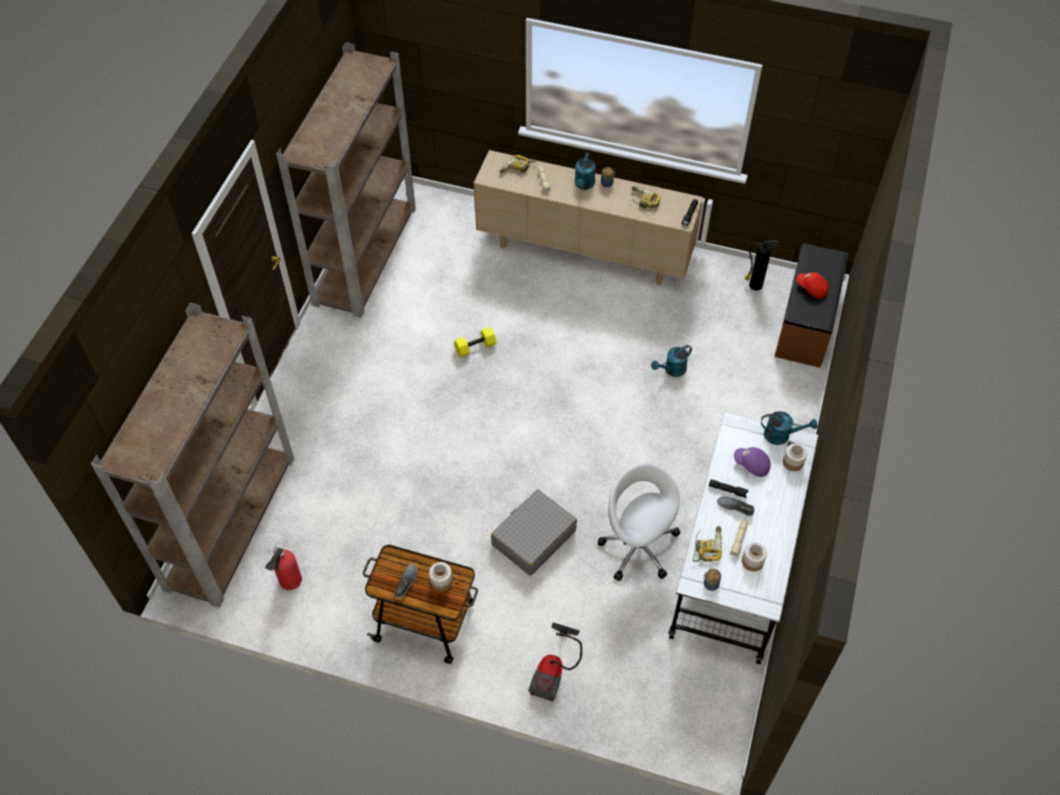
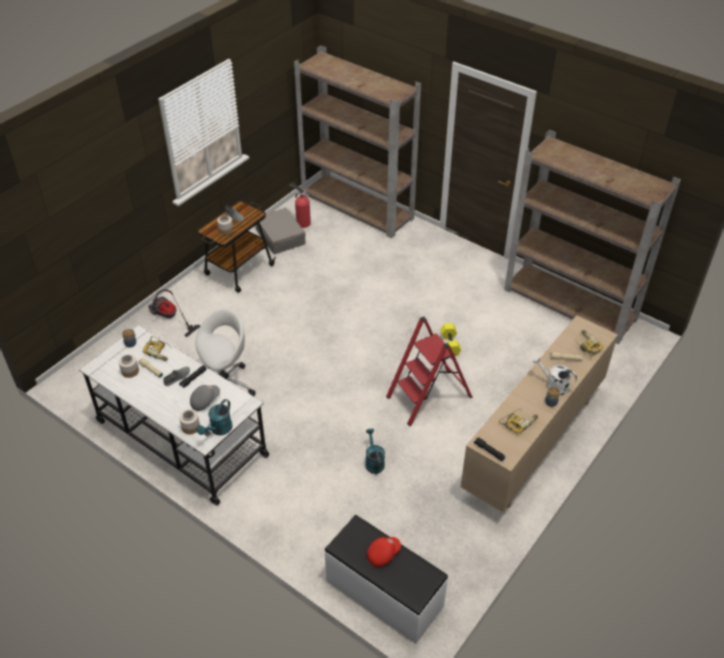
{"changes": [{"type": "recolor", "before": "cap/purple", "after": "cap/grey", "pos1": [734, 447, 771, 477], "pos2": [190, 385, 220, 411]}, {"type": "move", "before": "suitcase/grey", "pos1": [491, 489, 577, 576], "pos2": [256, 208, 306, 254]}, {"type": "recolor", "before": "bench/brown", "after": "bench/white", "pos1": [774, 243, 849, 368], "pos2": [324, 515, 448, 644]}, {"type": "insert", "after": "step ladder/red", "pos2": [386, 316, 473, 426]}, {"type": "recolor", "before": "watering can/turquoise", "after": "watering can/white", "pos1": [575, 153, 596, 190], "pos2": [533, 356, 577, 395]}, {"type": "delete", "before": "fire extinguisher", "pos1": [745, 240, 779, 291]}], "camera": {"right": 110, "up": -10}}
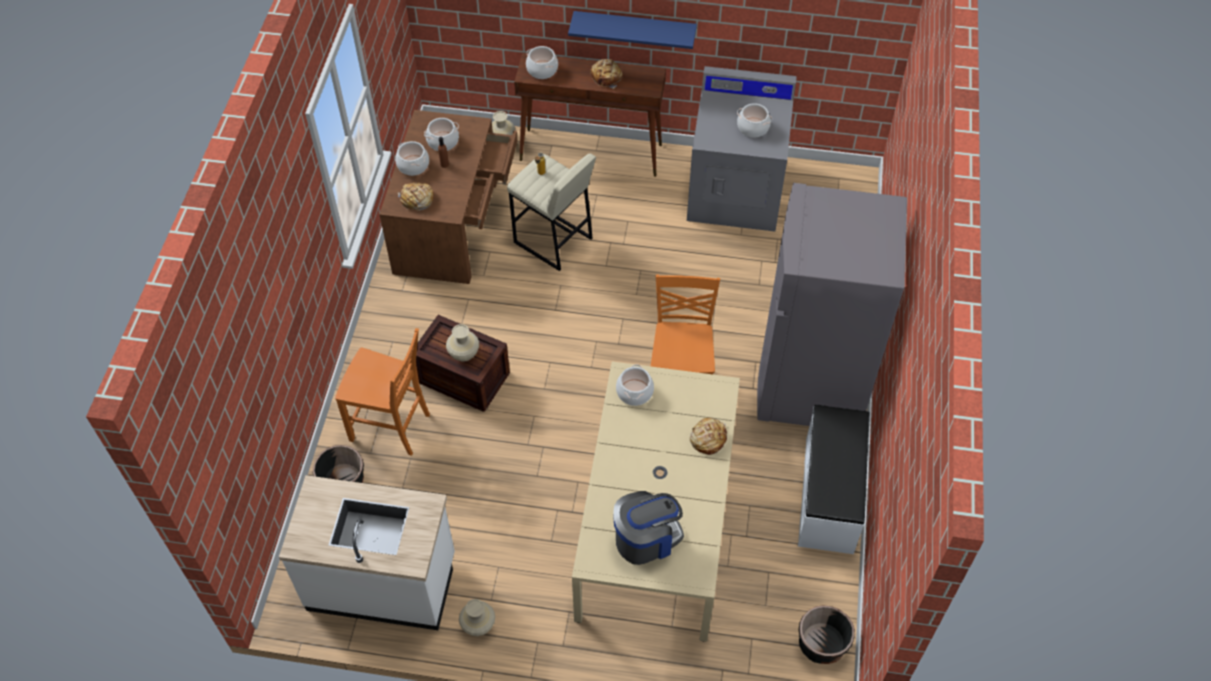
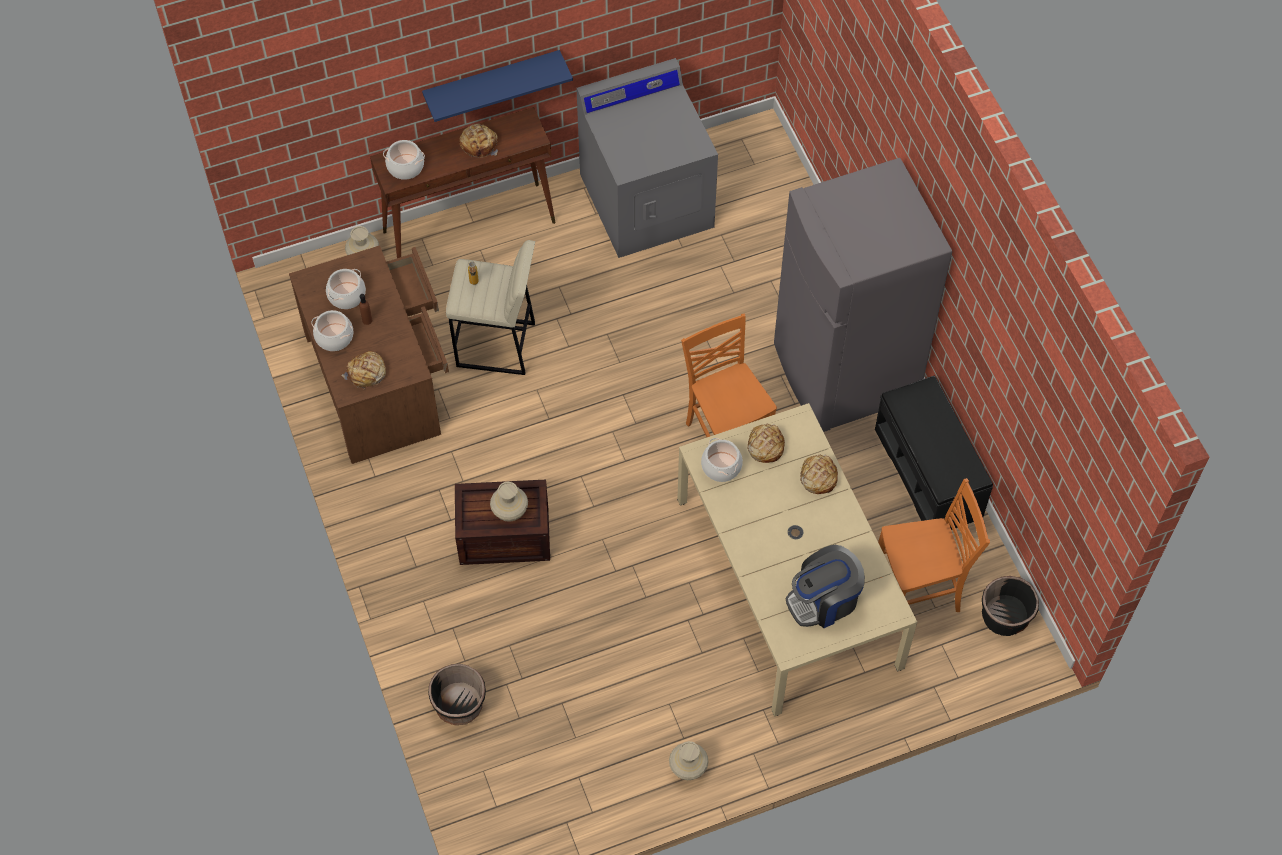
{"changes": [{"type": "insert", "after": "bread", "pos2": [747, 424, 785, 463]}, {"type": "rotate", "before": "coffee machine", "pos1": [613, 491, 684, 565], "pos2": [786, 545, 865, 628], "turn": -150}, {"type": "recolor", "before": "bench/white", "after": "bench/black", "pos1": [798, 405, 870, 554], "pos2": [875, 376, 993, 530]}, {"type": "move", "before": "chair/orange", "pos1": [335, 328, 430, 456], "pos2": [878, 478, 990, 612]}, {"type": "delete", "before": "counter/white", "pos1": [279, 475, 455, 630]}, {"type": "delete", "before": "cooking pot", "pos1": [737, 103, 772, 138]}], "camera": {"right": -30, "up": 5}}
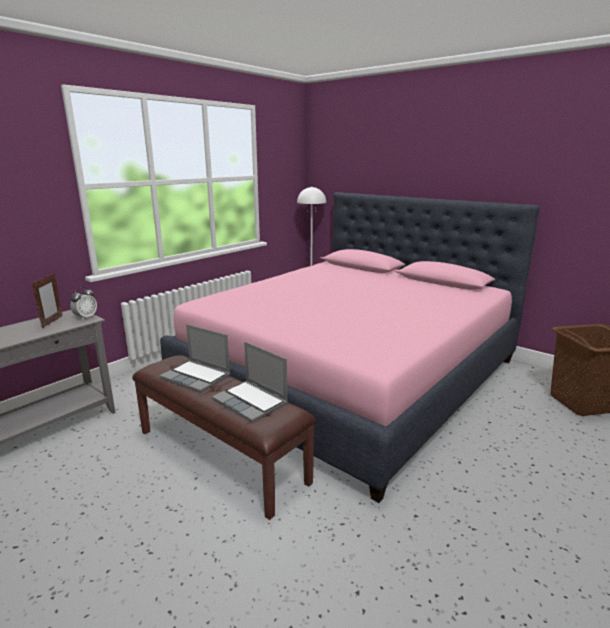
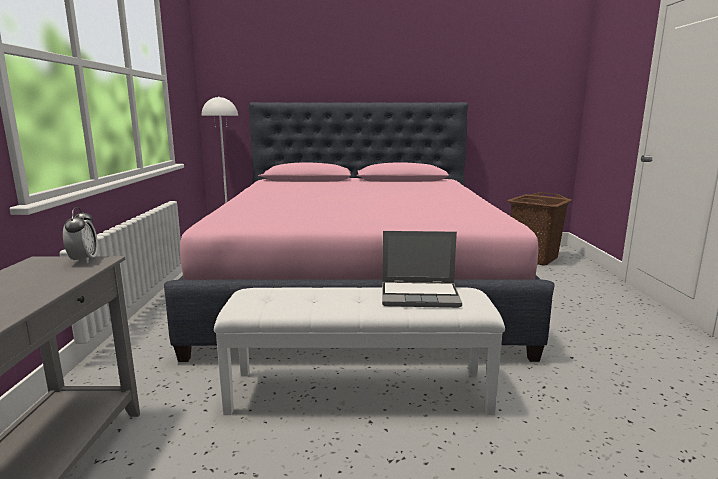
{"changes": [{"type": "recolor", "before": "bench/brown", "after": "bench/white", "pos1": [132, 355, 316, 520], "pos2": [214, 287, 505, 415]}, {"type": "delete", "before": "picture frame", "pos1": [32, 273, 63, 328]}, {"type": "delete", "before": "laptop", "pos1": [160, 324, 230, 393]}], "camera": {"right": -40, "up": -5}}
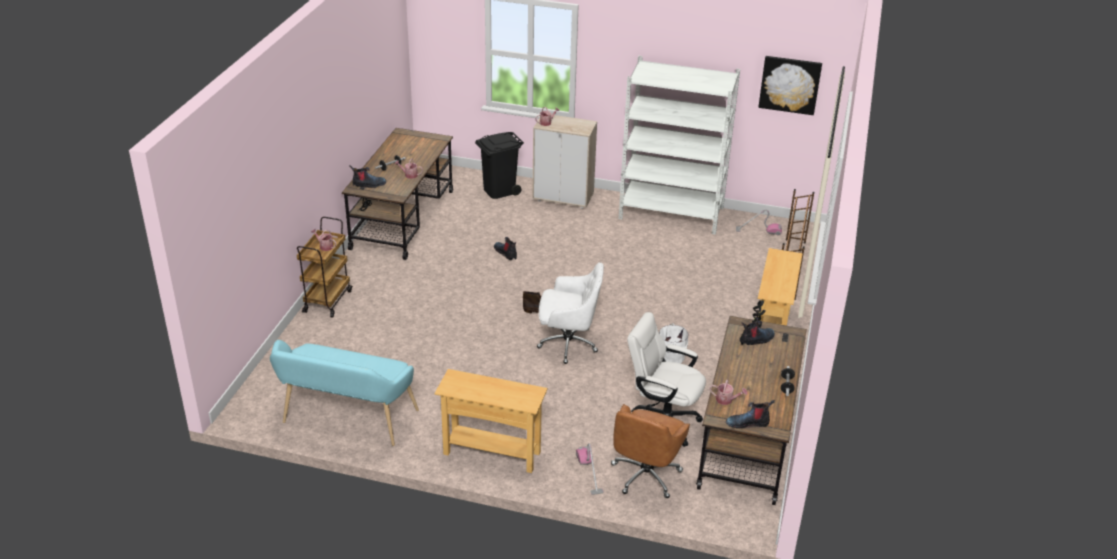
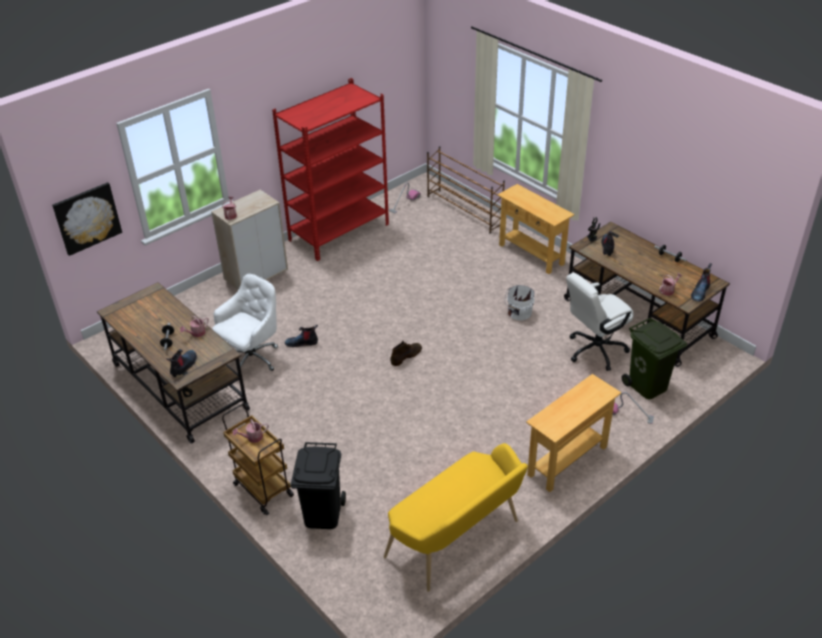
{"changes": [{"type": "move", "before": "picture", "pos1": [758, 56, 822, 115], "pos2": [52, 182, 122, 256]}, {"type": "move", "before": "office chair/white", "pos1": [537, 262, 604, 364], "pos2": [212, 274, 278, 374]}, {"type": "recolor", "before": "bookcase/white", "after": "bookcase/red", "pos1": [619, 56, 740, 235], "pos2": [272, 78, 389, 261]}, {"type": "move", "before": "trash can/black", "pos1": [475, 132, 524, 199], "pos2": [291, 442, 346, 529]}, {"type": "recolor", "before": "bench/turquoise", "after": "bench/yellow", "pos1": [270, 340, 419, 446], "pos2": [384, 443, 528, 592]}, {"type": "replace", "before": "office chair/brown", "after": "trash can/green", "pos1": [611, 404, 690, 498], "pos2": [622, 318, 687, 399]}], "camera": {"right": -55, "up": 5}}
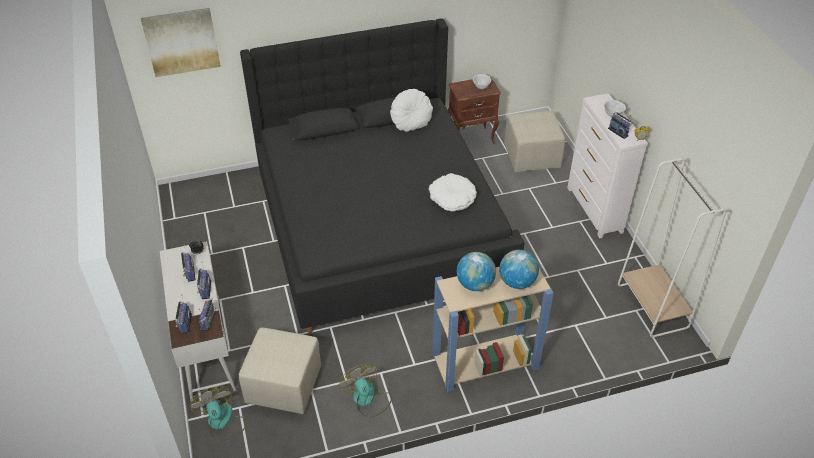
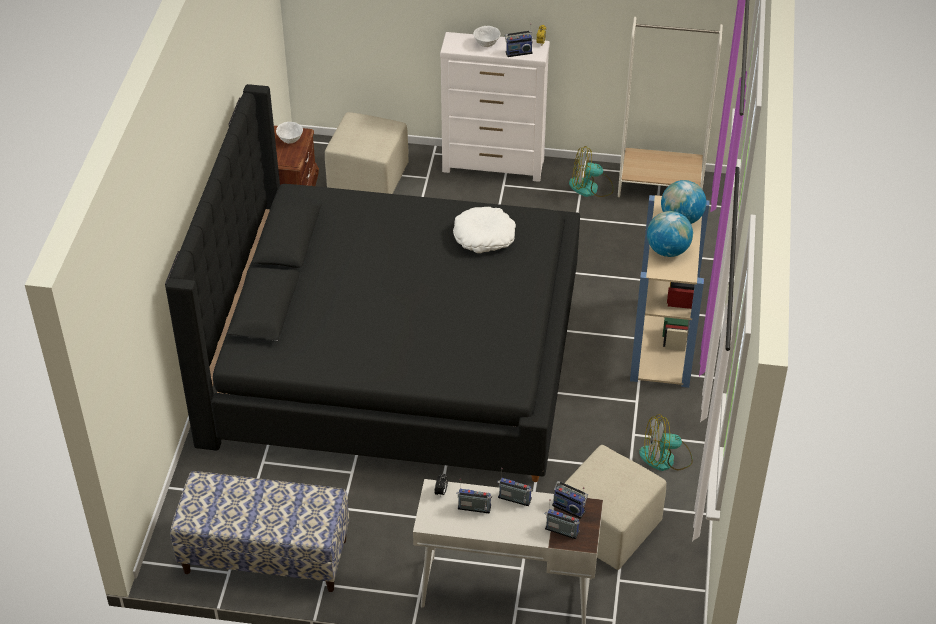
{"changes": [{"type": "insert", "after": "bench", "pos2": [170, 471, 349, 592]}, {"type": "move", "before": "fan", "pos1": [190, 386, 248, 442], "pos2": [569, 146, 614, 197]}, {"type": "delete", "before": "picture", "pos1": [141, 8, 221, 77]}, {"type": "delete", "before": "pillow/white", "pos1": [390, 89, 433, 132]}], "camera": {"right": -65, "up": 0}}
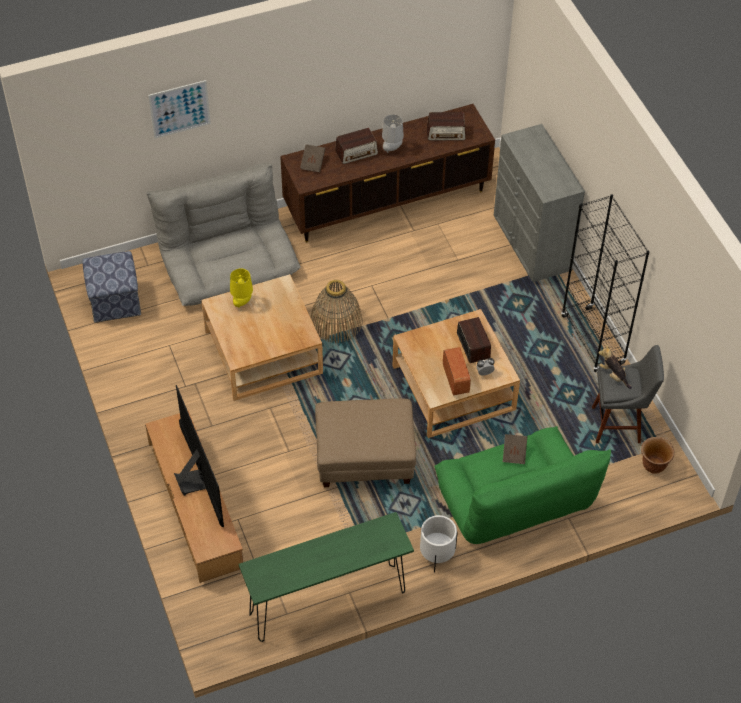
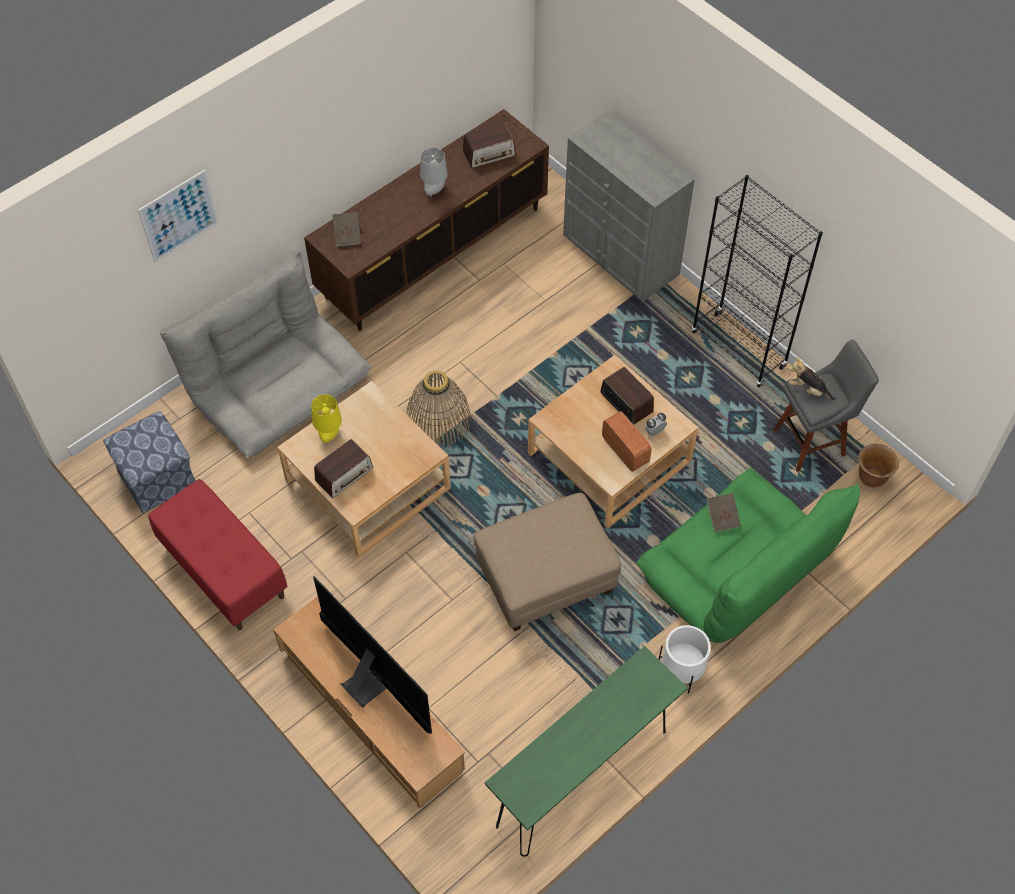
{"changes": [{"type": "insert", "after": "bench/red", "pos2": [148, 479, 287, 630]}, {"type": "move", "before": "radio", "pos1": [335, 128, 378, 164], "pos2": [314, 439, 373, 498]}], "camera": {"right": -20, "up": 5}}
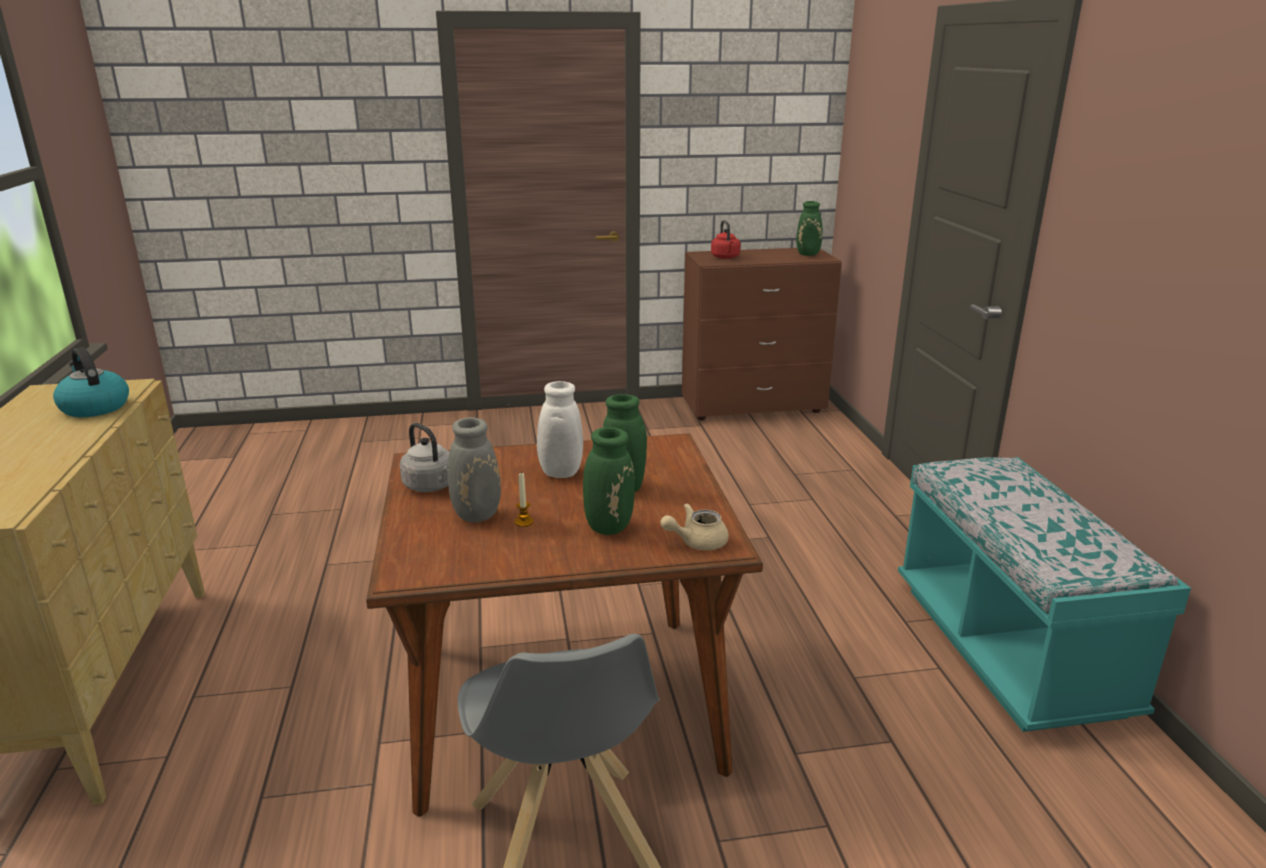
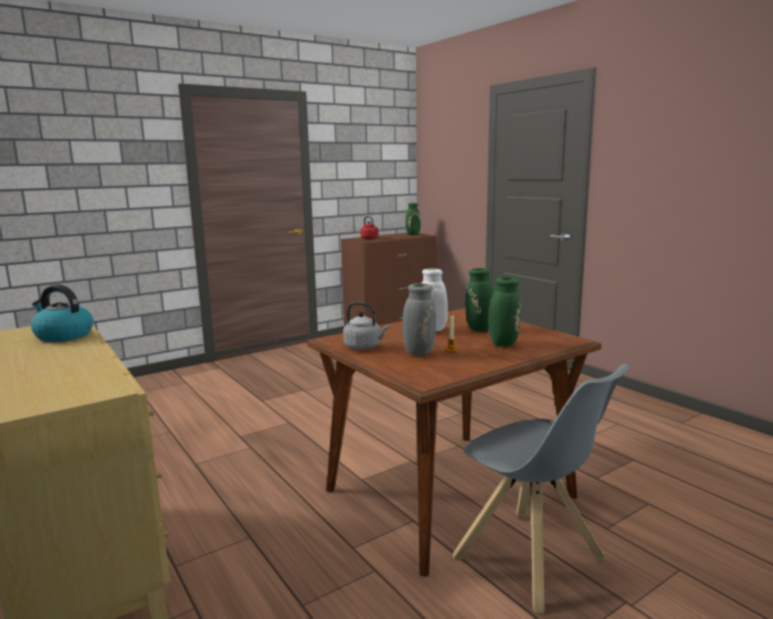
{"changes": [{"type": "delete", "before": "teapot/beige", "pos1": [660, 503, 729, 550]}, {"type": "delete", "before": "bench/turquoise", "pos1": [898, 457, 1191, 732]}], "camera": {"right": -25, "up": -10}}
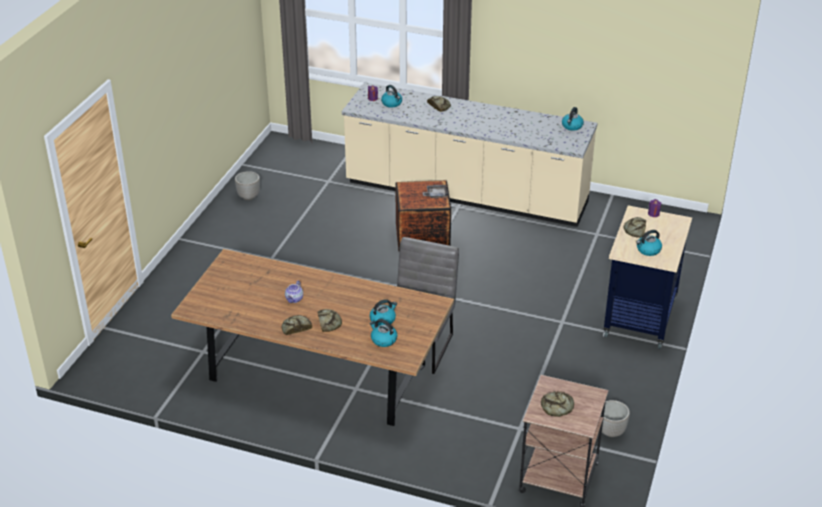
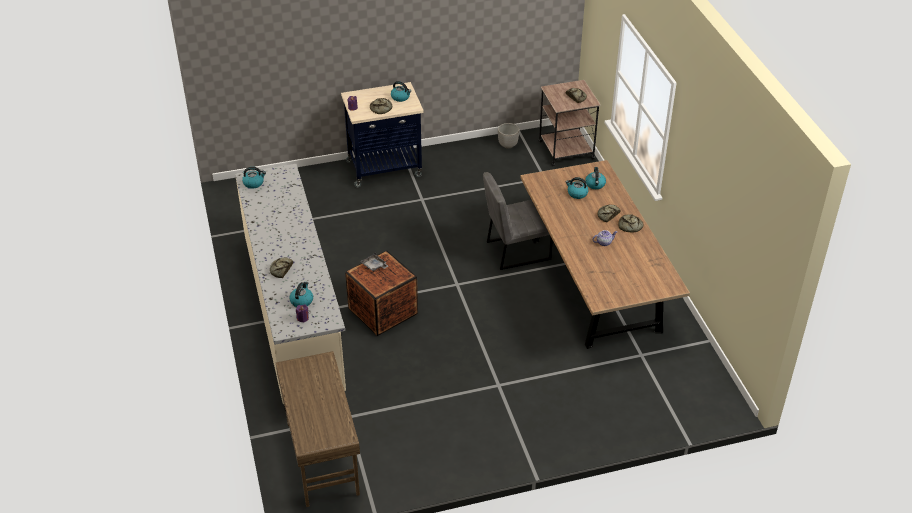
{"changes": [{"type": "insert", "after": "console table/brown", "pos2": [276, 351, 360, 507]}, {"type": "delete", "before": "planter", "pos1": [235, 171, 260, 200]}], "camera": {"right": -125, "up": 5}}
